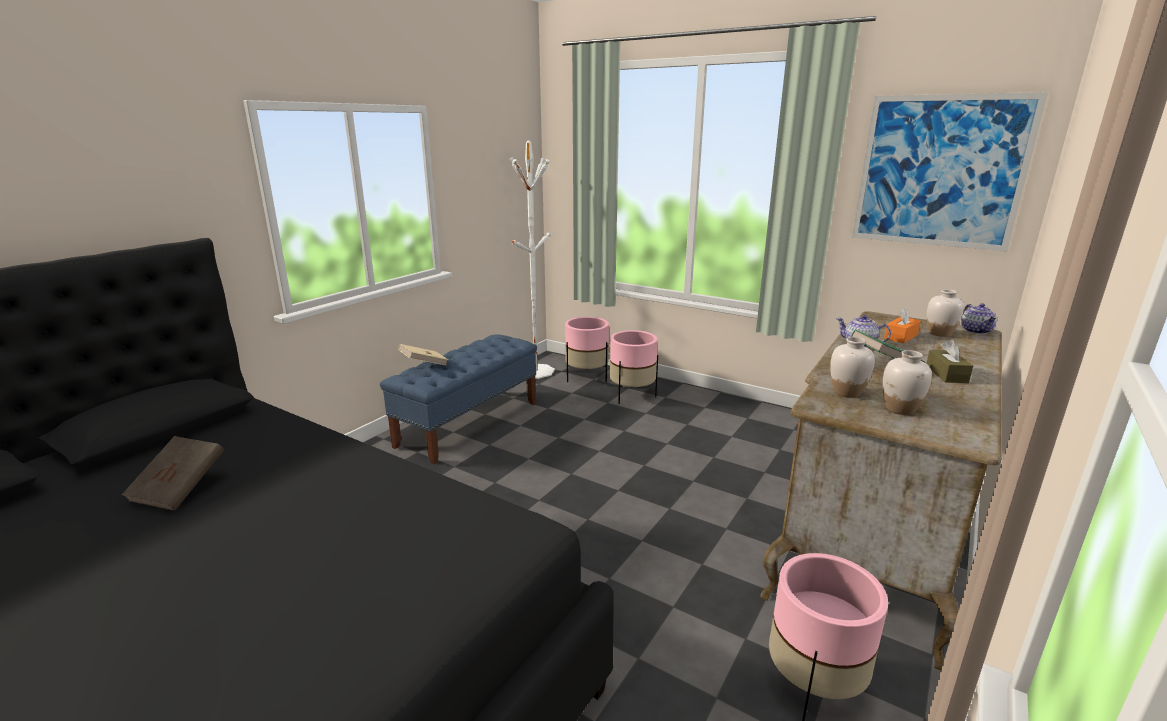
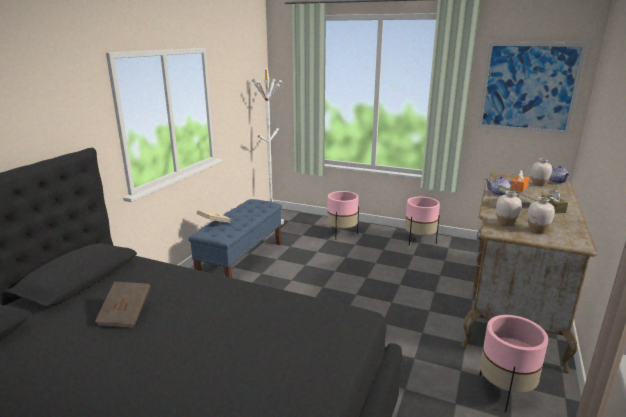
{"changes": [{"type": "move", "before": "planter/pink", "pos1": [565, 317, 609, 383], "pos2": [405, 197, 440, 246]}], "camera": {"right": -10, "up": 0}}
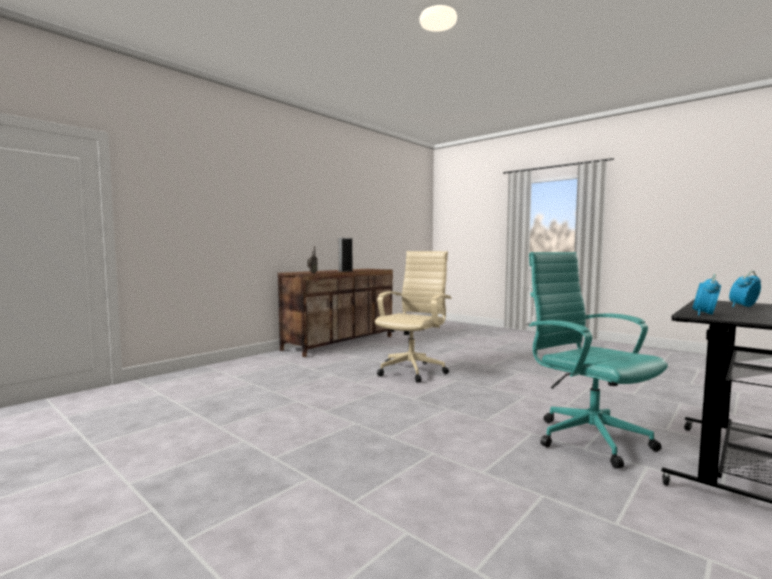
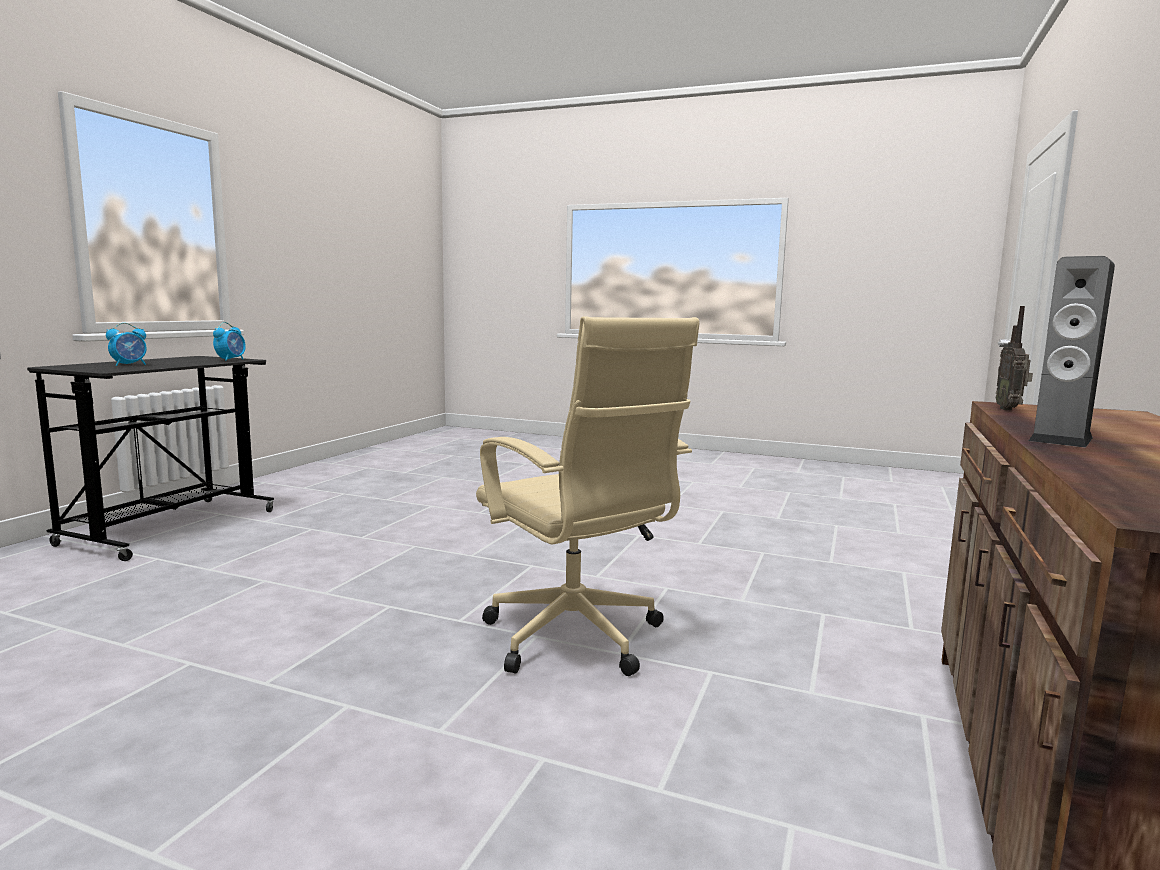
{"changes": [{"type": "rotate", "before": "office chair/beige", "pos1": [375, 251, 452, 383], "pos2": [476, 316, 700, 676], "turn": -45}, {"type": "delete", "before": "office chair/turquoise", "pos1": [529, 252, 668, 469]}], "camera": {"right": 160, "up": 5}}
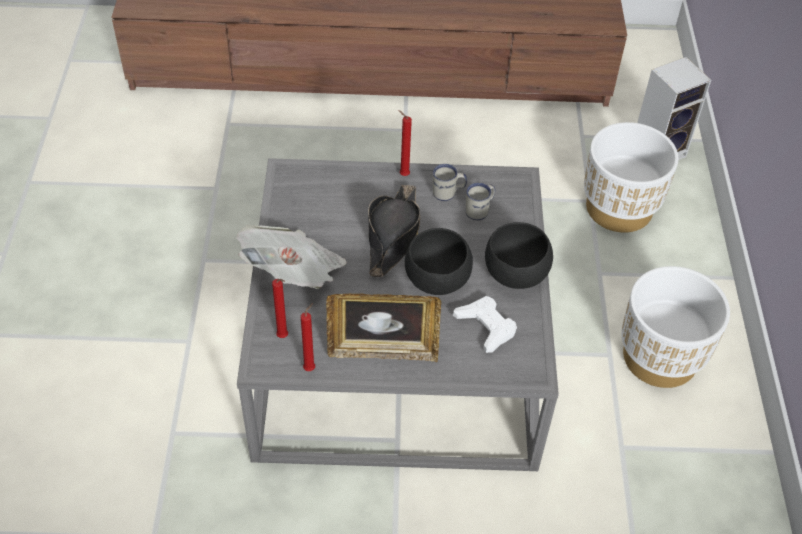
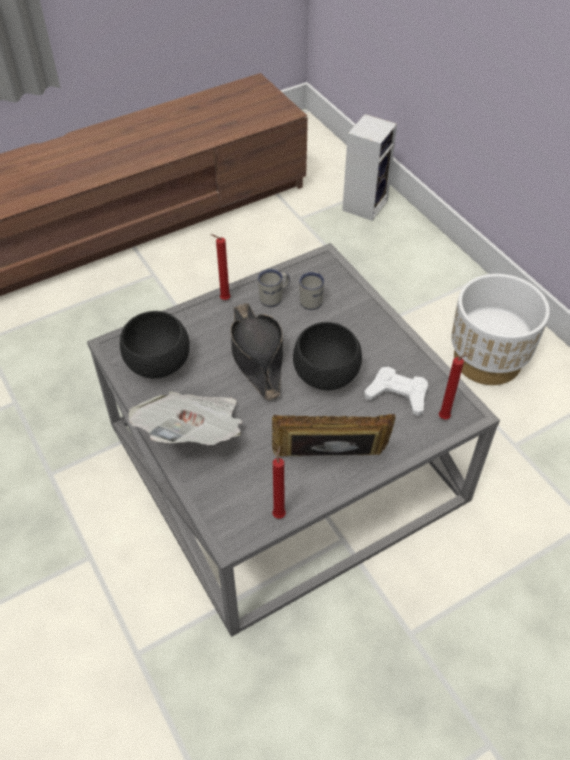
{"changes": [{"type": "move", "before": "bowl/black", "pos1": [485, 222, 553, 289], "pos2": [120, 311, 190, 378]}, {"type": "rotate", "before": "picture frame", "pos1": [326, 293, 441, 362], "pos2": [272, 414, 396, 457], "turn": -150}, {"type": "move", "before": "candle/red", "pos1": [272, 279, 288, 338], "pos2": [439, 354, 472, 419]}, {"type": "delete", "before": "planter/white", "pos1": [584, 122, 679, 233]}], "camera": {"right": -30, "up": 0}}
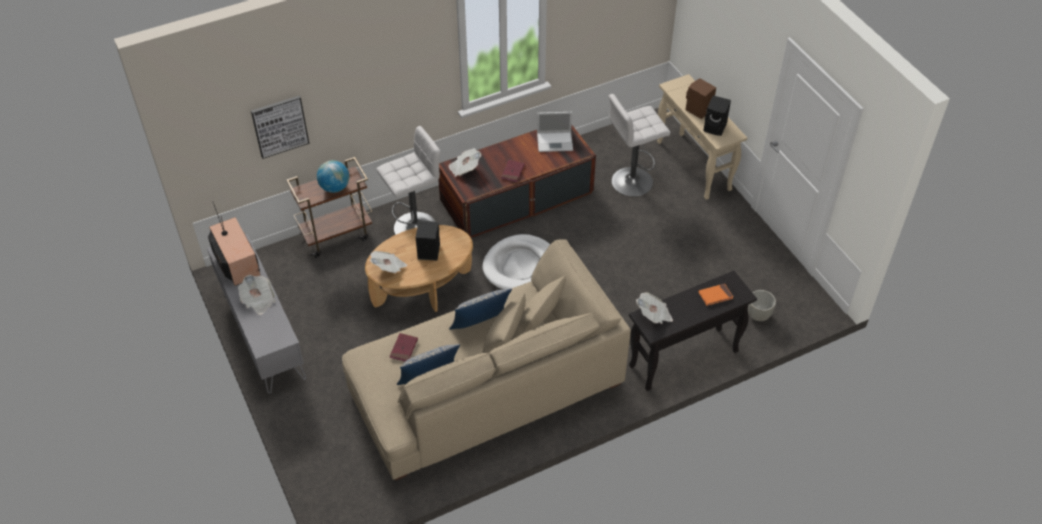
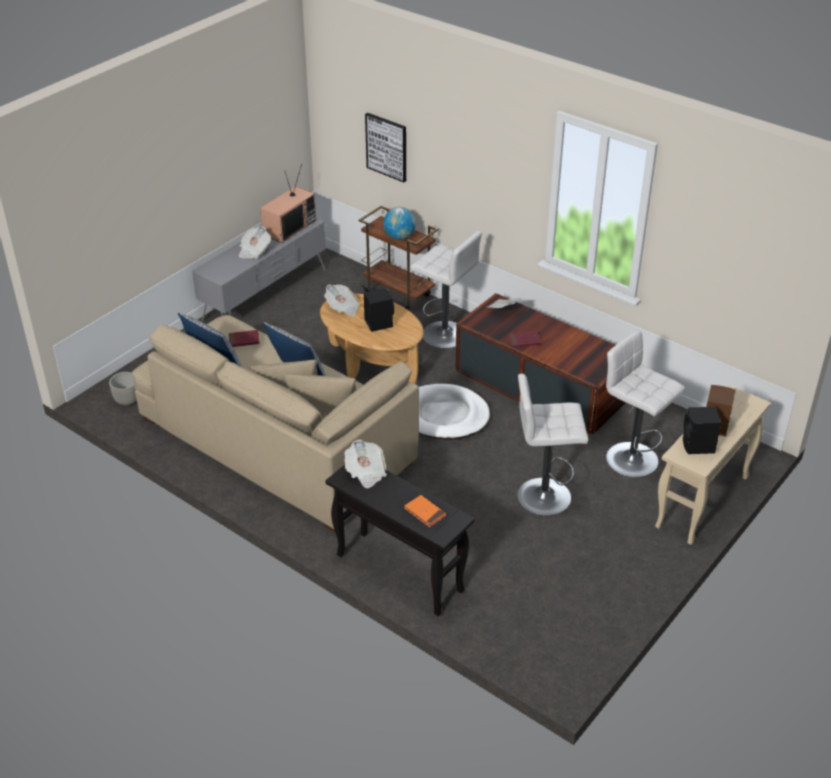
{"changes": [{"type": "move", "before": "planter/grey", "pos1": [748, 290, 776, 321], "pos2": [109, 372, 136, 406]}, {"type": "insert", "after": "stool/white", "pos2": [517, 374, 589, 515]}, {"type": "delete", "before": "laptop", "pos1": [537, 112, 573, 152]}], "camera": {"right": 65, "up": -10}}
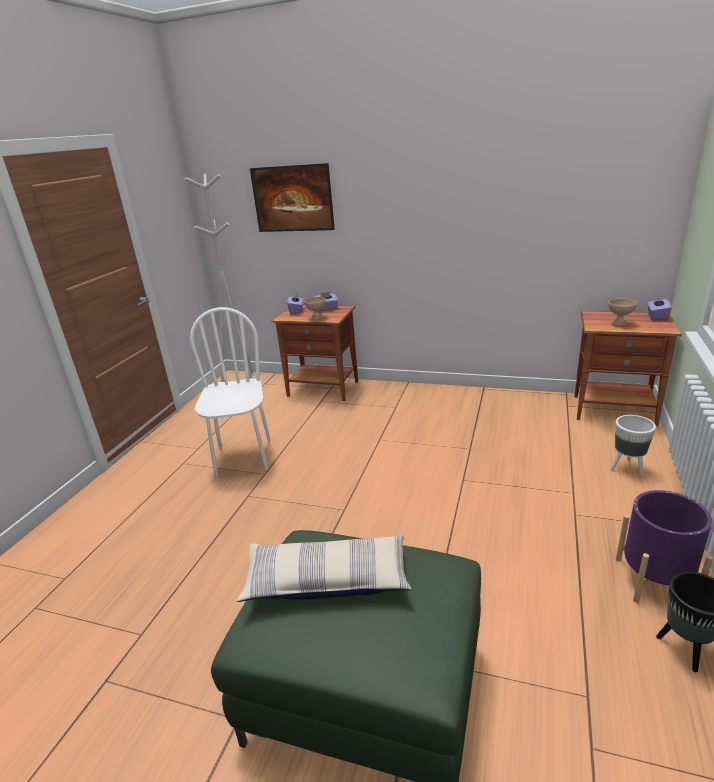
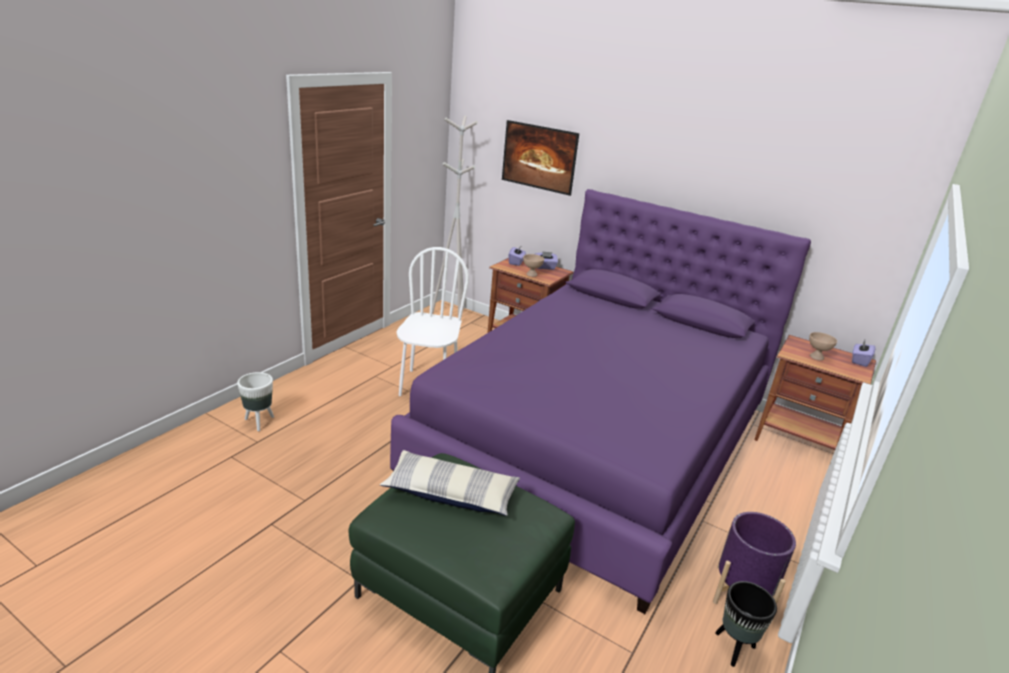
{"changes": [{"type": "move", "before": "planter/white", "pos1": [610, 415, 656, 477], "pos2": [237, 372, 274, 431]}, {"type": "insert", "after": "bed/purple", "pos2": [390, 189, 811, 614]}], "camera": {"right": 10, "up": 0}}
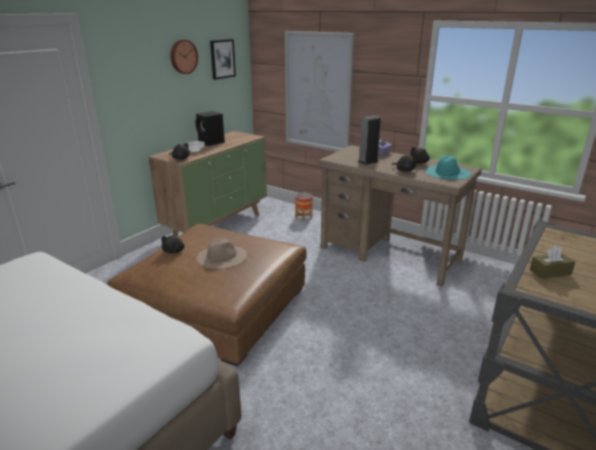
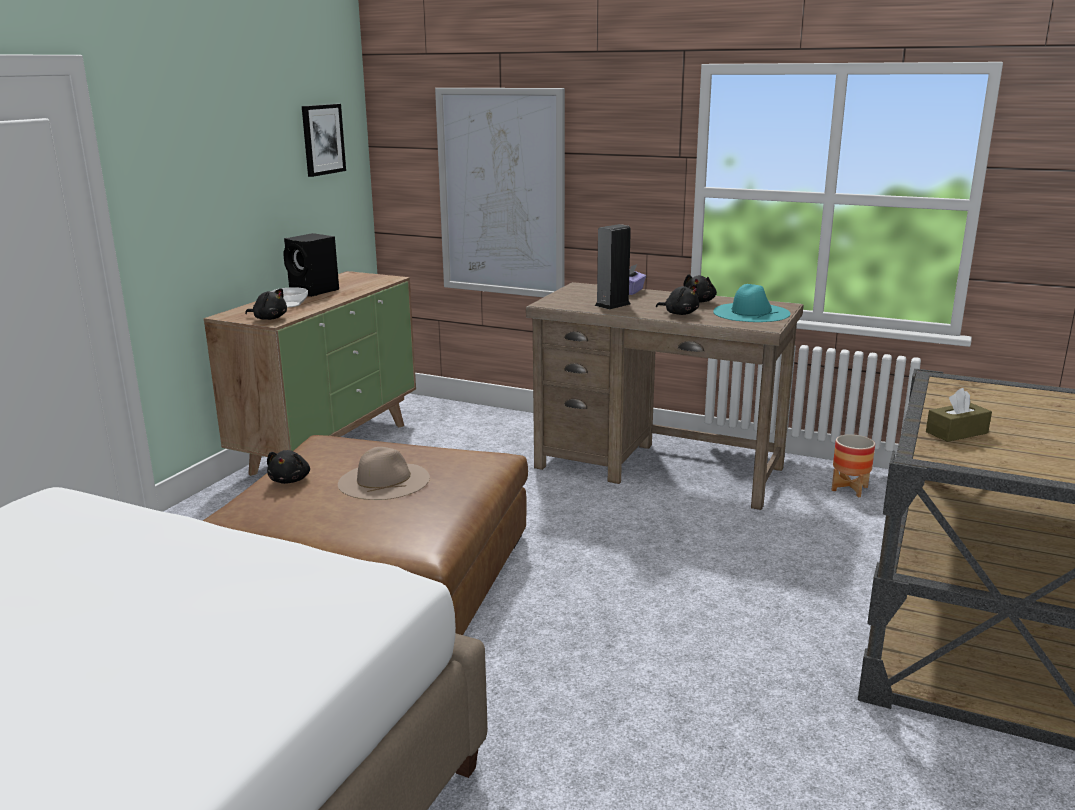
{"changes": [{"type": "move", "before": "planter", "pos1": [295, 193, 313, 221], "pos2": [831, 434, 875, 497]}, {"type": "delete", "before": "wall clock", "pos1": [171, 39, 198, 74]}], "camera": {"right": -10, "up": -5}}
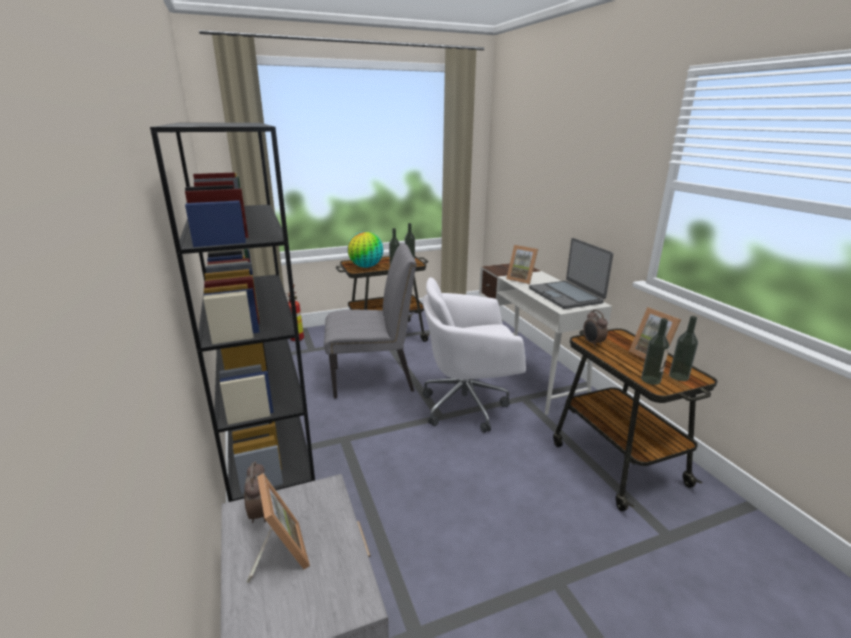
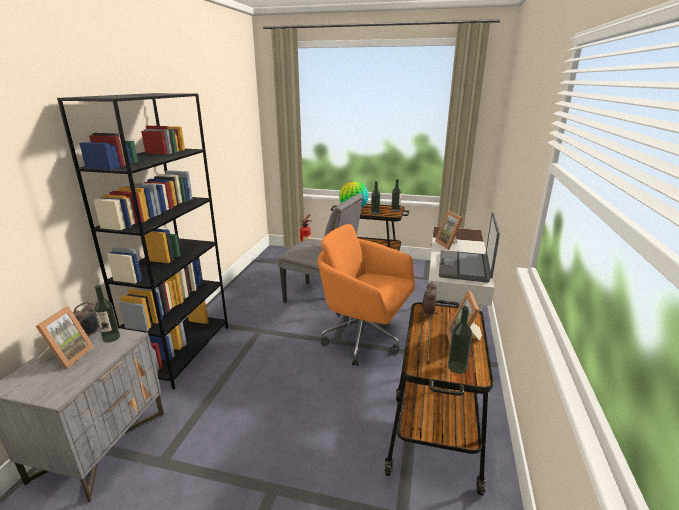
{"changes": [{"type": "move", "before": "bottle", "pos1": [641, 318, 669, 385], "pos2": [94, 285, 120, 343]}, {"type": "recolor", "before": "office chair/white", "after": "office chair/orange", "pos1": [423, 277, 526, 433], "pos2": [318, 224, 415, 366]}], "camera": {"right": 35, "up": 0}}
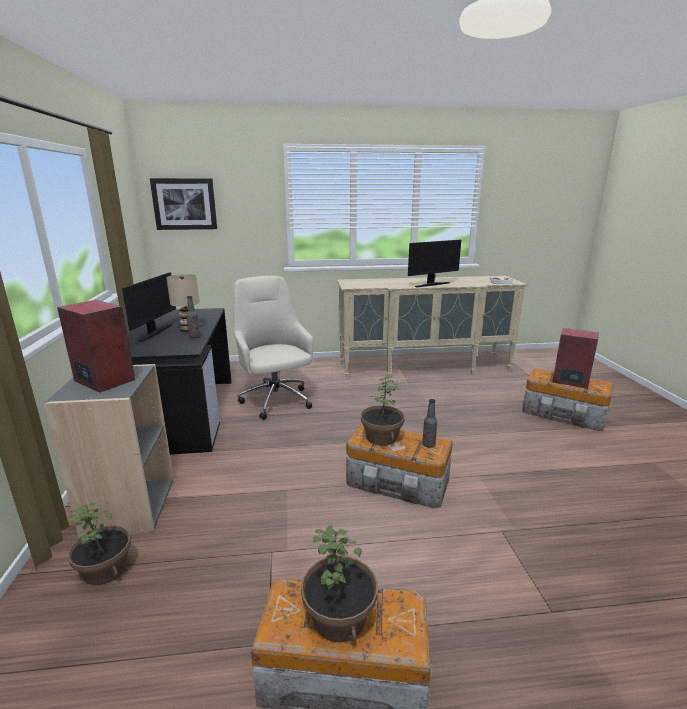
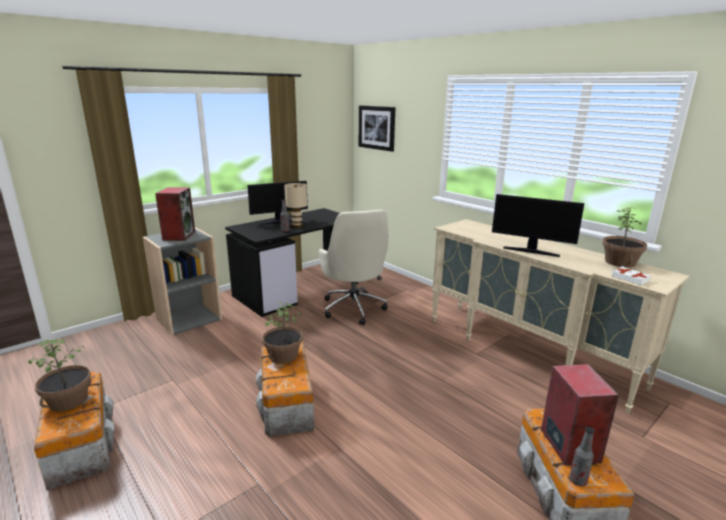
{"changes": [{"type": "rotate", "before": "office chair/beige", "pos1": [233, 276, 314, 420], "pos2": [319, 210, 388, 325], "turn": 135}, {"type": "move", "before": "bottle", "pos1": [422, 399, 437, 448], "pos2": [569, 427, 595, 487]}, {"type": "move", "before": "potted plant", "pos1": [68, 502, 131, 585], "pos2": [603, 207, 647, 268]}], "camera": {"right": 55, "up": 0}}
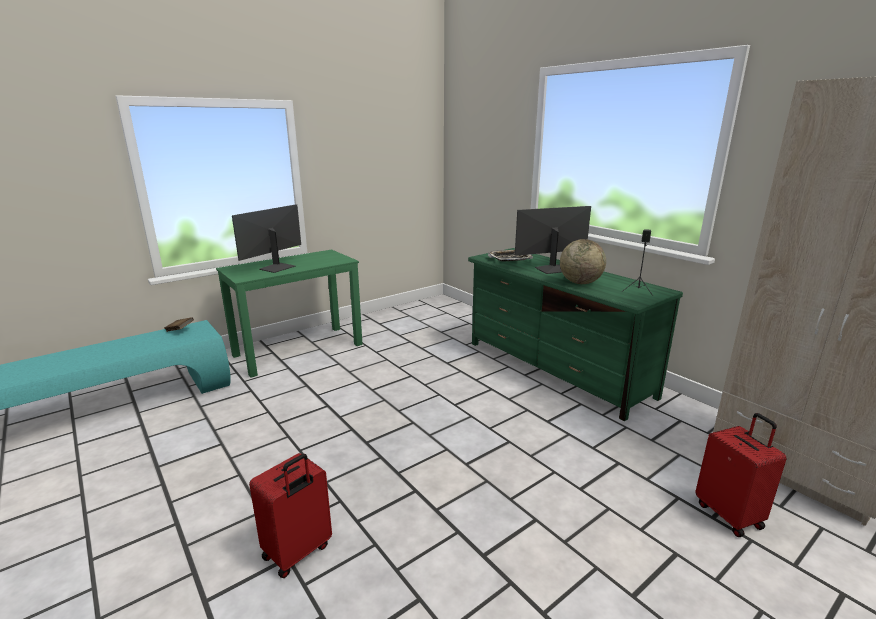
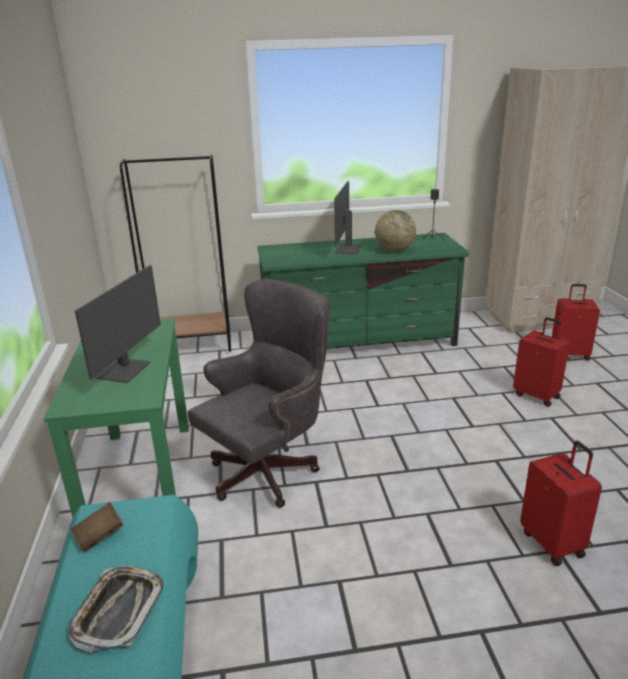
{"changes": [{"type": "move", "before": "tray", "pos1": [488, 250, 533, 262], "pos2": [68, 566, 164, 652]}, {"type": "rotate", "before": "monitor", "pos1": [232, 204, 301, 273], "pos2": [75, 265, 161, 383], "turn": -135}, {"type": "insert", "after": "clothes rack", "pos2": [120, 154, 231, 352]}, {"type": "insert", "after": "office chair/grey", "pos2": [188, 279, 331, 508]}, {"type": "insert", "after": "suitcase/red", "pos2": [513, 317, 570, 407]}], "camera": {"right": -60, "up": 5}}
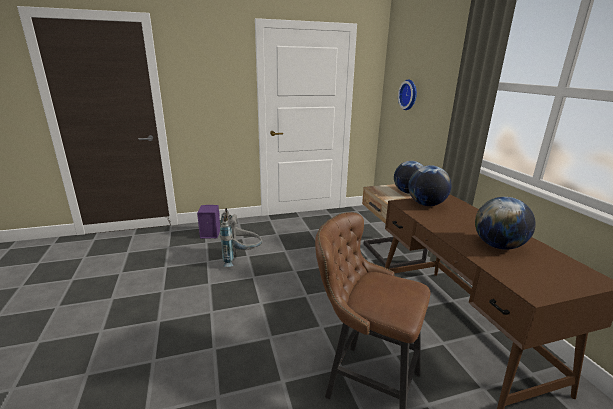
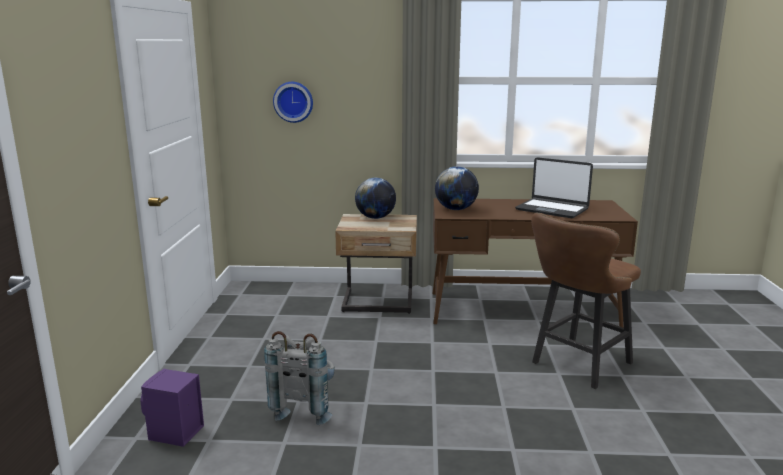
{"changes": [{"type": "replace", "before": "globe", "after": "laptop", "pos1": [475, 197, 536, 250], "pos2": [515, 157, 593, 218]}], "camera": {"right": -70, "up": -5}}
